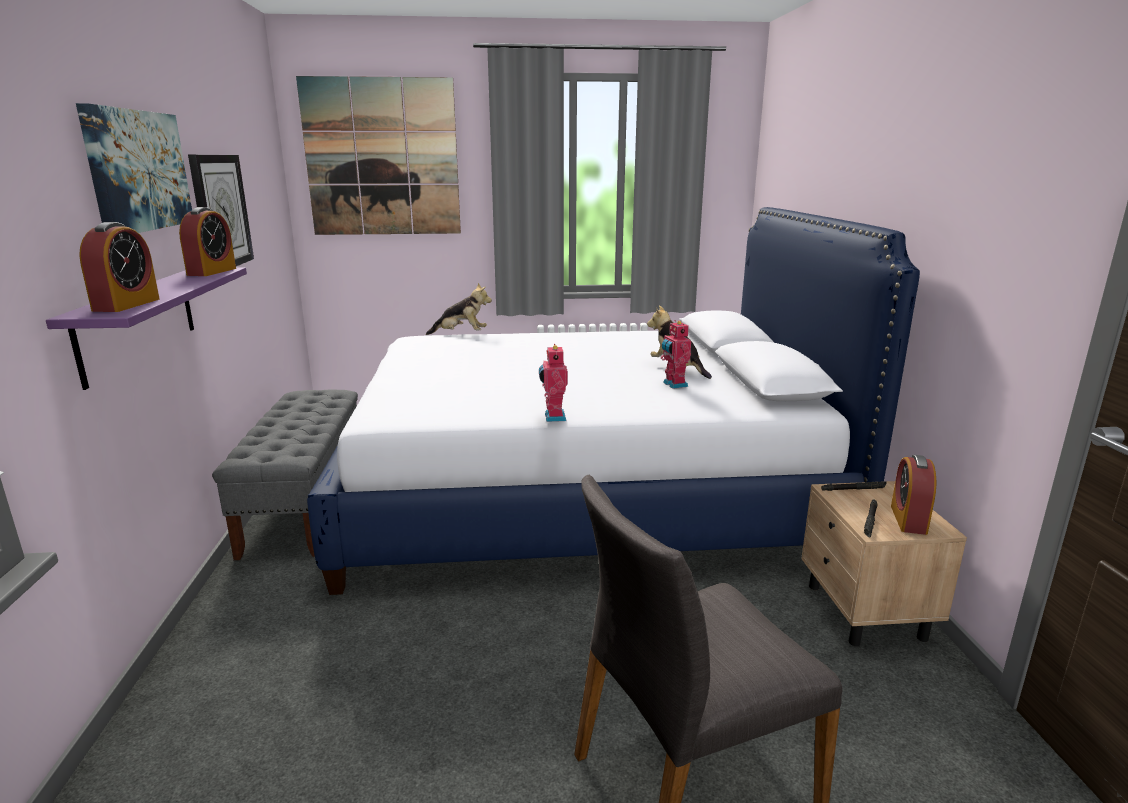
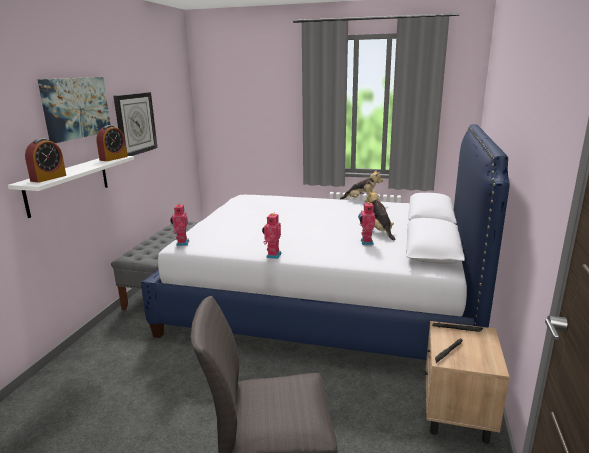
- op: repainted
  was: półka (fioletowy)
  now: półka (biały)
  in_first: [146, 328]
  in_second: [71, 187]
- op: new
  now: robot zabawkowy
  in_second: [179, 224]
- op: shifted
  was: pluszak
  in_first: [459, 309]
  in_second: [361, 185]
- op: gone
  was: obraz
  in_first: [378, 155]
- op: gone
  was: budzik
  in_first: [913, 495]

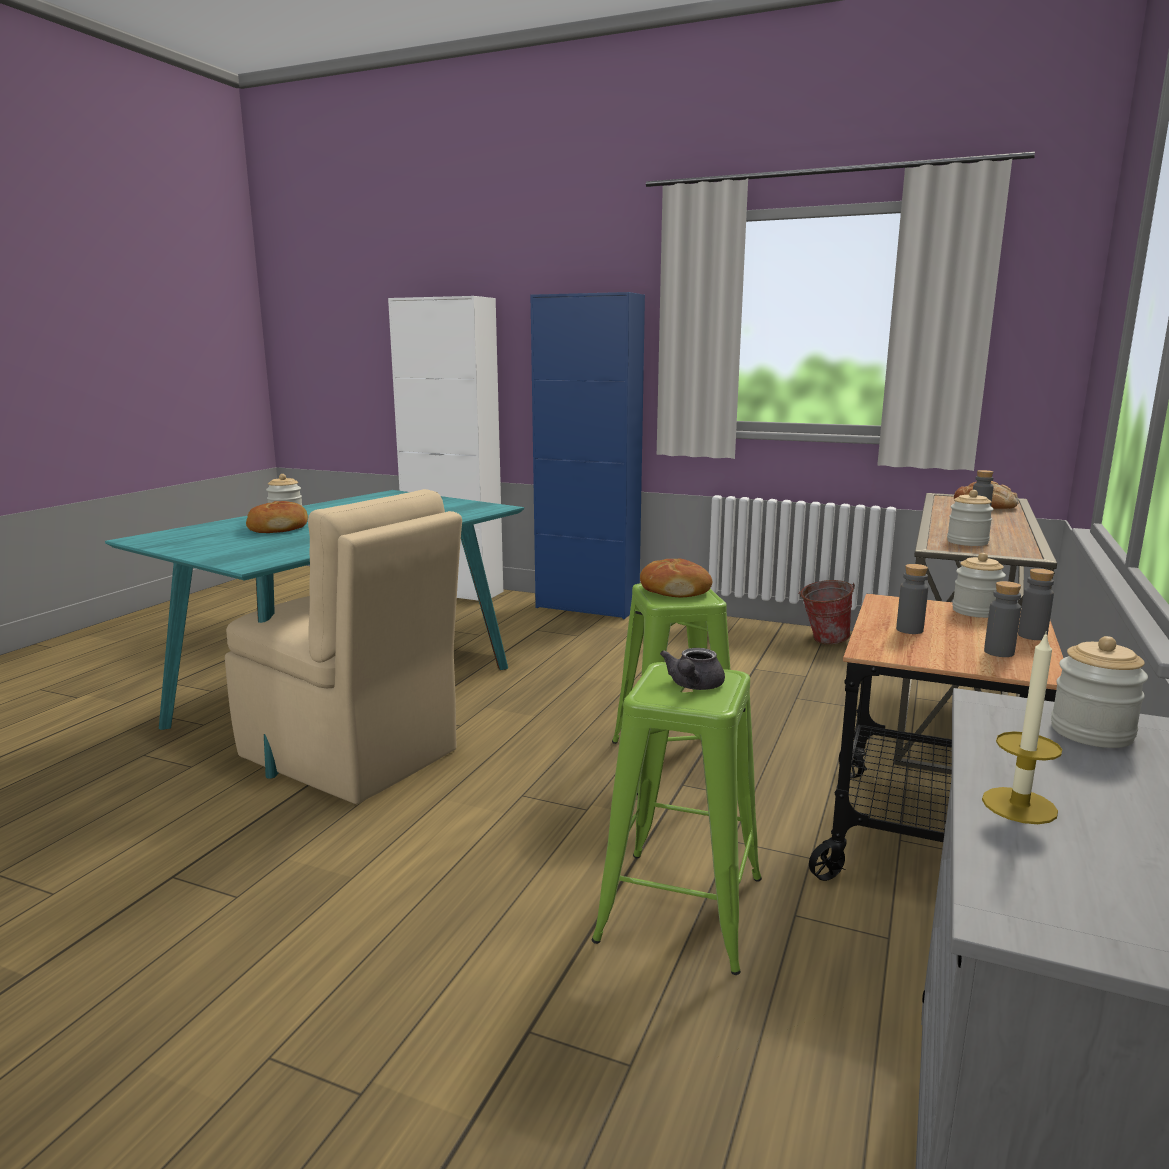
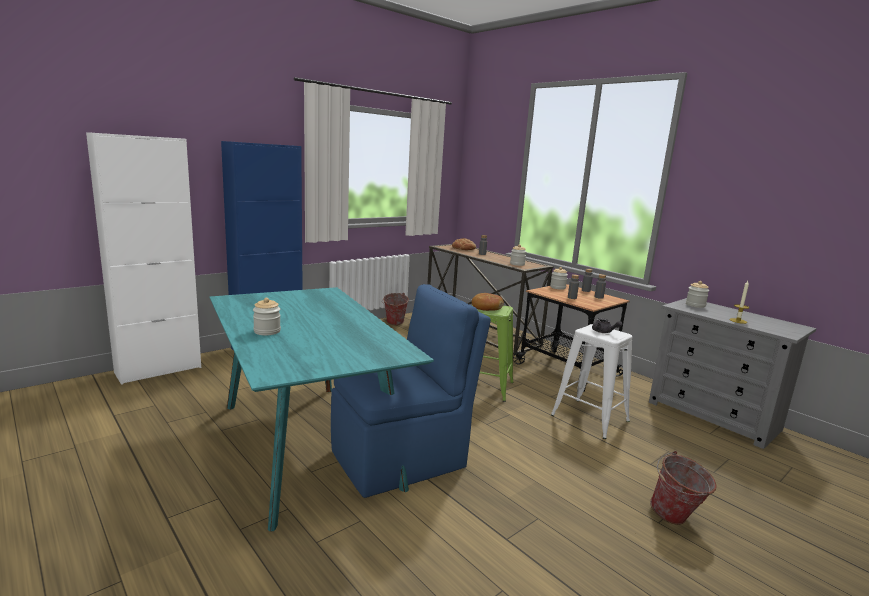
- op: repainted
  was: krzesło (beżowy)
  now: krzesło (niebieski)
  in_first: [343, 646]
  in_second: [411, 391]
- op: repainted
  was: stołek (zielony)
  now: stołek (biały)
  in_first: [677, 818]
  in_second: [591, 381]
- op: new
  now: wiadro
  in_second: [683, 488]
- op: gone
  was: chleb
  in_first: [277, 517]

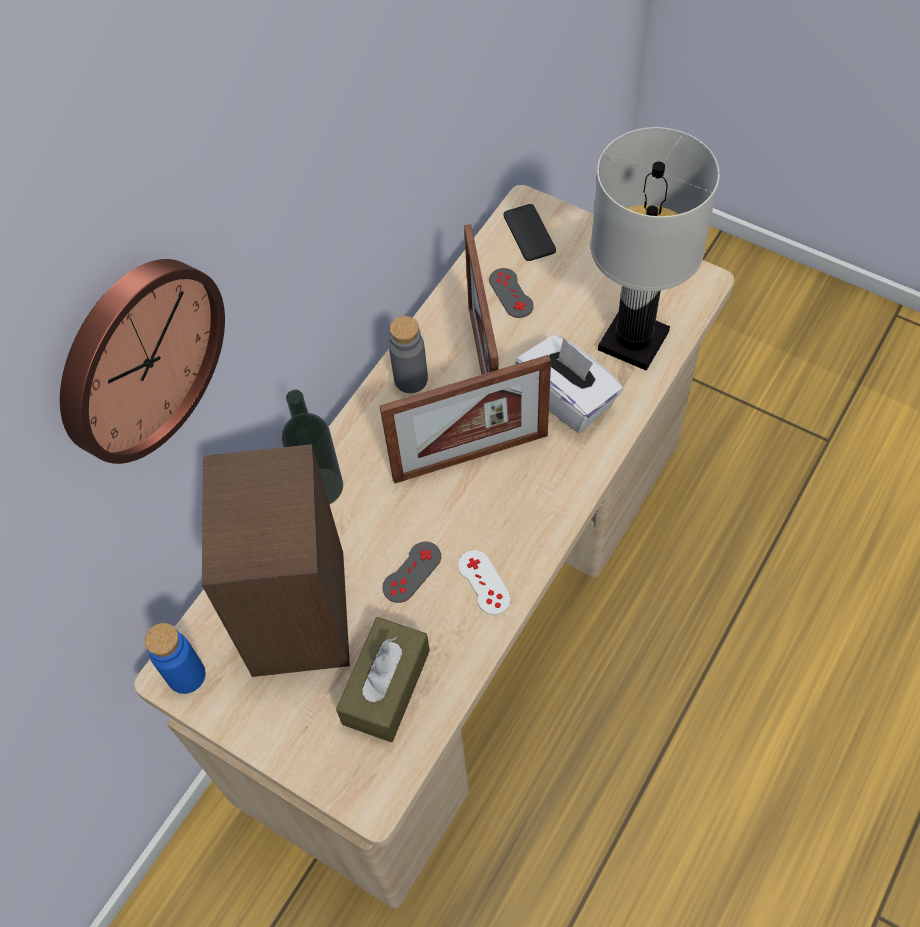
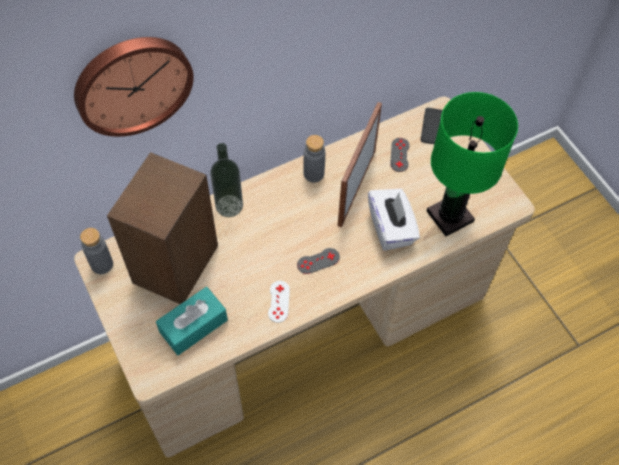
- op: repainted
  was: butelka (niebieski)
  now: butelka (szary)
  in_first: [175, 658]
  in_second: [96, 251]
- op: repainted
  was: pudełko chusteczek (brązowy)
  now: pudełko chusteczek (turkusowy)
  in_first: [383, 679]
  in_second: [192, 321]
- op: shifted
  was: pad do gier (szary)
  in_first: [411, 572]
  in_second: [318, 261]
- op: repainted
  was: lampa stołowa (biały)
  now: lampa stołowa (zielony)
  in_first: [655, 249]
  in_second: [472, 164]
- op: gone
  was: ramka na zdjęcie
  in_first: [465, 419]

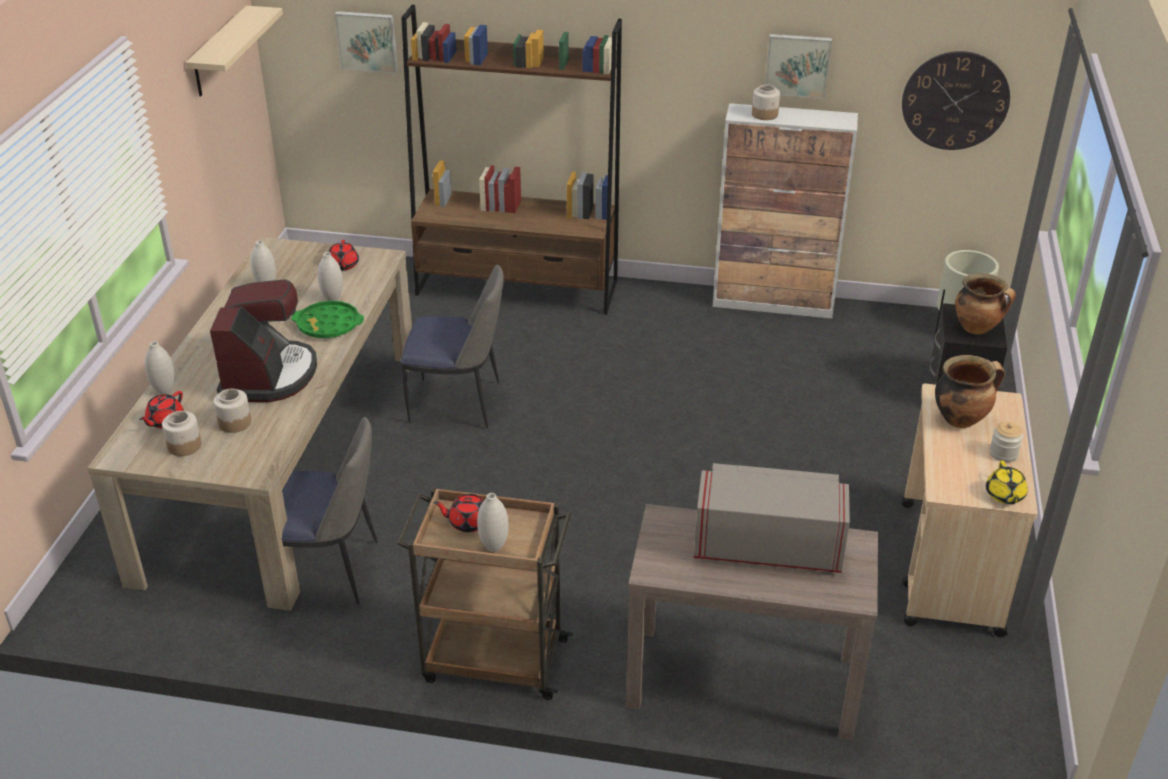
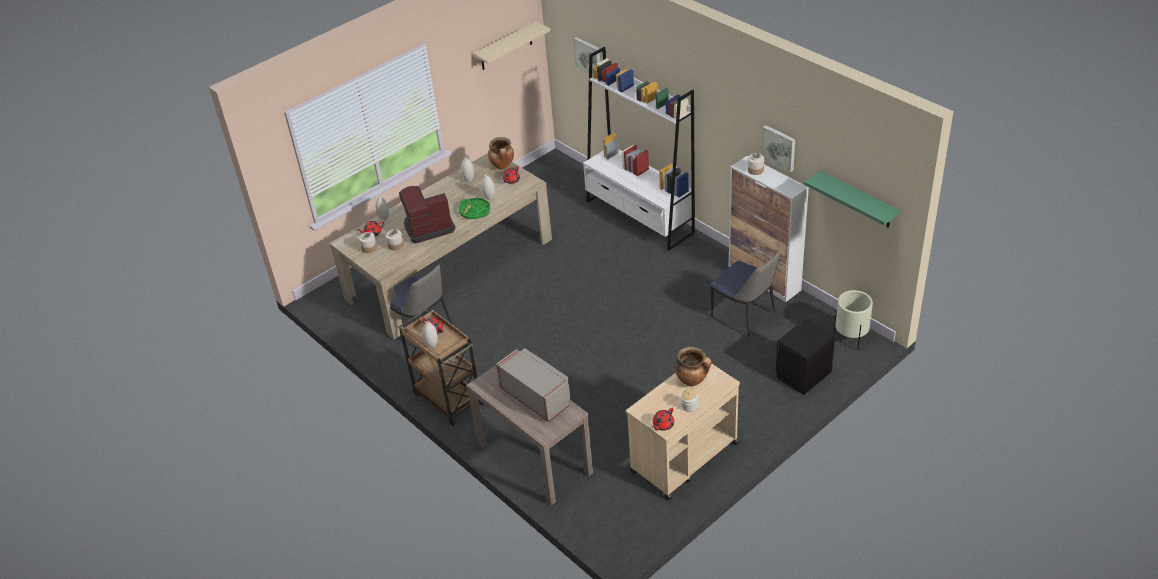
- op: rotated
  was: ekspres do kawy
  in_first: [263, 340]
  in_second: [427, 214]
  clockwise: -150
- op: shifted
  was: garnek
  in_first: [985, 303]
  in_second: [501, 153]
- op: repainted
  was: regał (brązowy)
  now: regał (biały)
  in_first: [511, 160]
  in_second: [639, 149]
- op: repainted
  was: imbryk (żółty)
  now: imbryk (czerwony)
  in_first: [1007, 482]
  in_second: [663, 419]
- op: shifted
  was: krzesło
  in_first: [452, 347]
  in_second: [745, 293]
- op: swapped
  was: zegar ścienny
  now: półka (zielony)
  in_first: [956, 100]
  in_second: [852, 199]

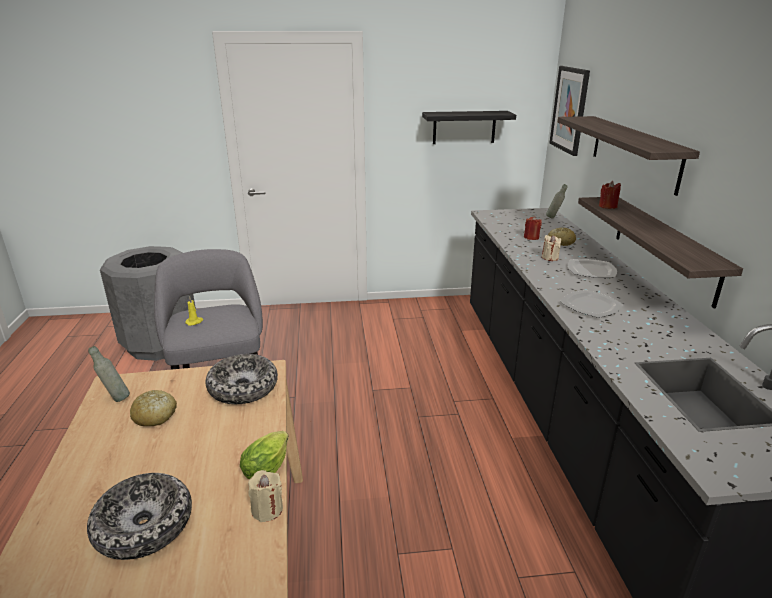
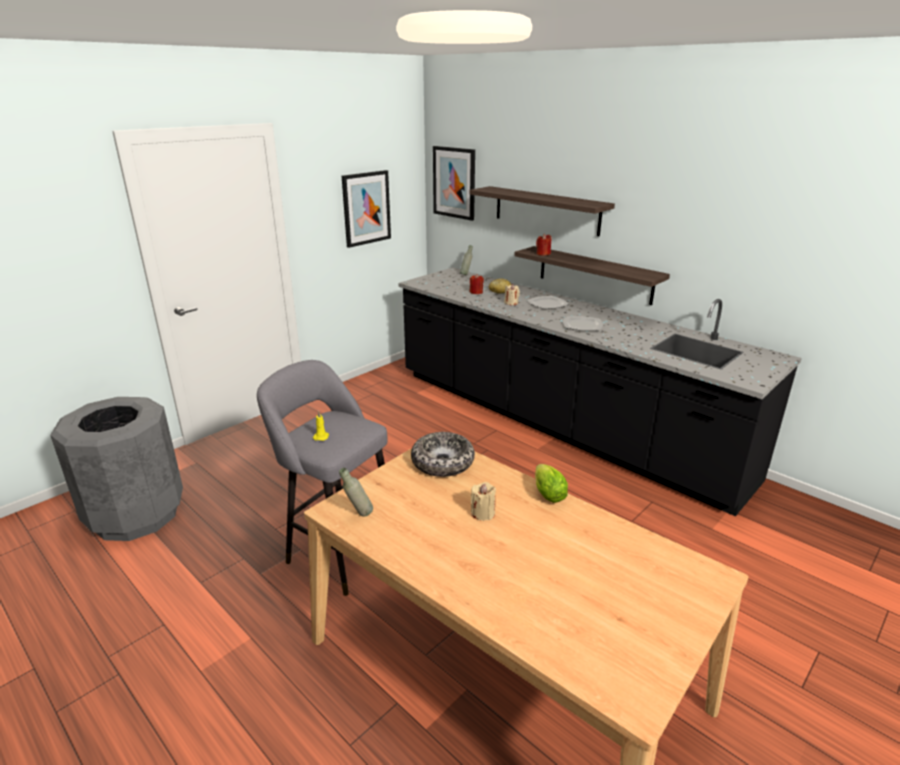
- op: swapped
  was: półka (czarny)
  now: obraz
  in_first: [469, 127]
  in_second: [366, 209]
- op: shifted
  was: świeca (beżowy)
  in_first: [265, 496]
  in_second: [483, 501]
- op: gone
  was: miska
  in_first: [139, 516]
- op: gone
  was: chleb
  in_first: [153, 408]

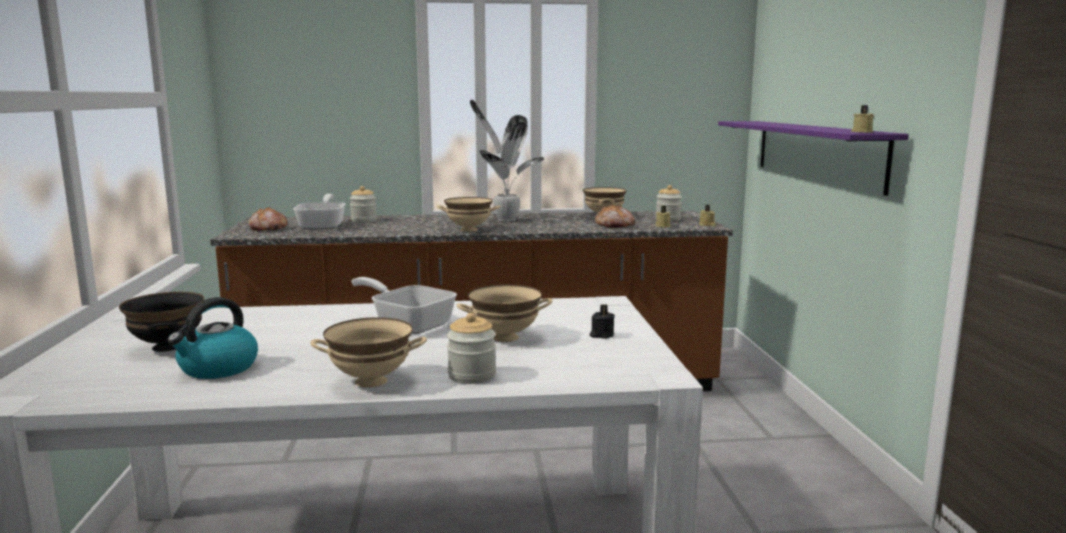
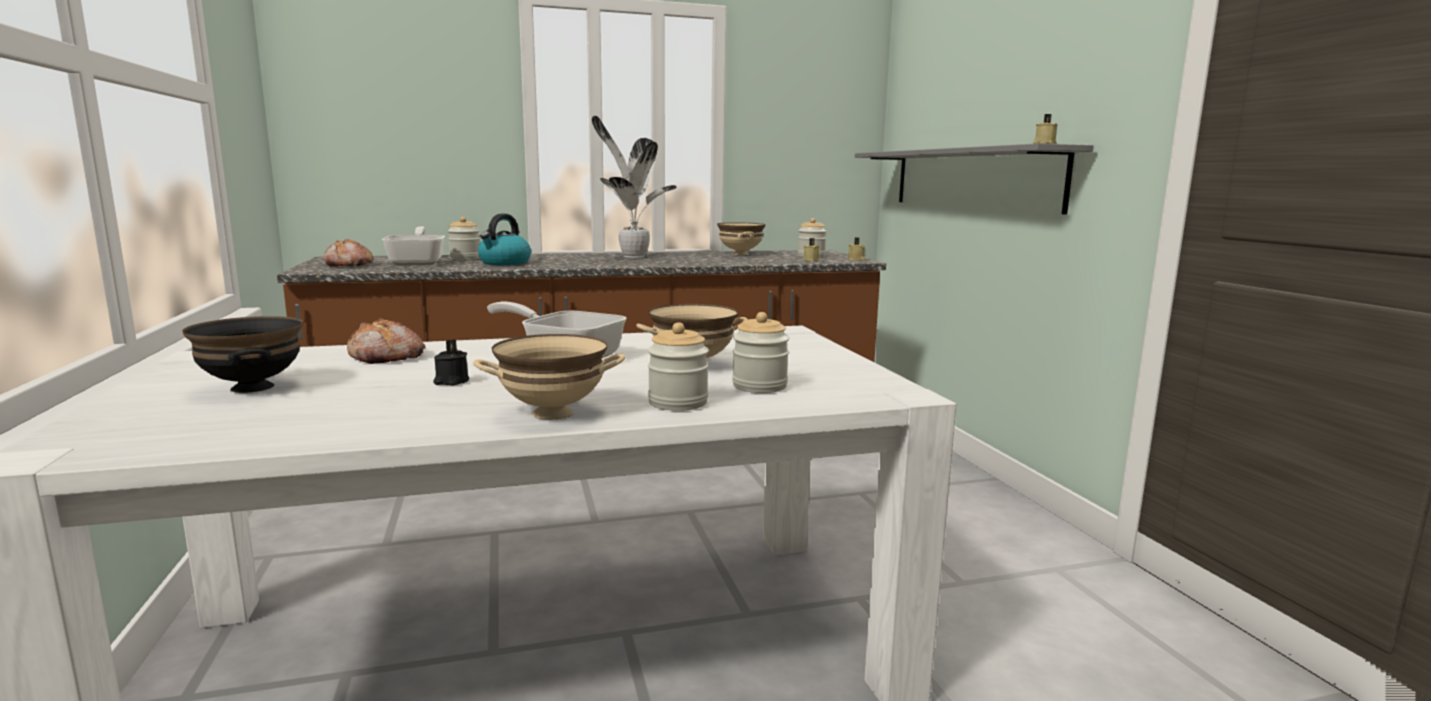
- op: shifted
  was: chleb
  in_first: [615, 216]
  in_second: [386, 341]
- op: shifted
  was: świeca (czarny)
  in_first: [602, 321]
  in_second: [451, 362]
- op: shifted
  was: czajnik
  in_first: [213, 338]
  in_second: [504, 239]
- op: new
  now: słoik
  in_second: [760, 352]
- op: repainted
  was: półka (fioletowy)
  now: półka (szary)
  in_first: [813, 158]
  in_second: [974, 178]
- op: gone
  was: miska (beżowy)
  in_first: [469, 214]

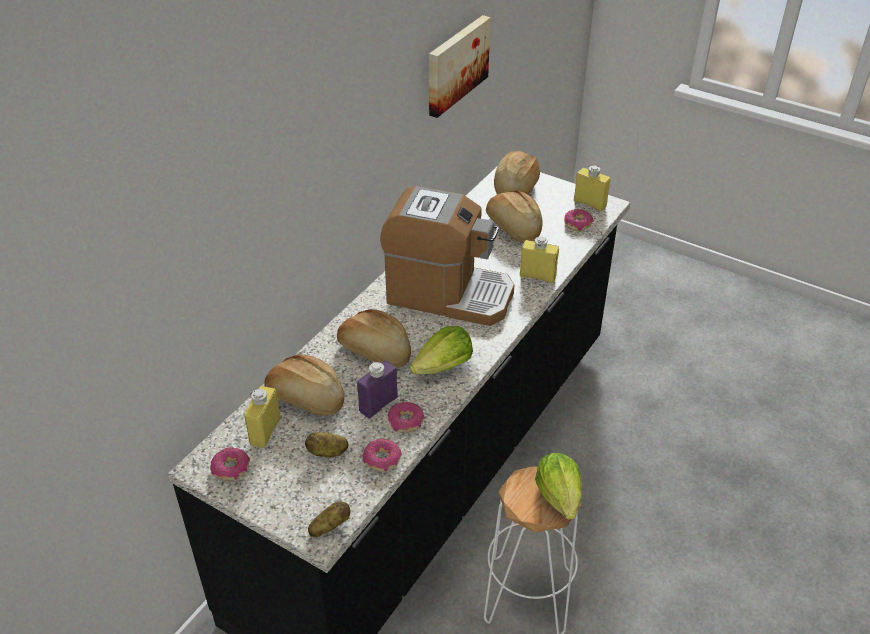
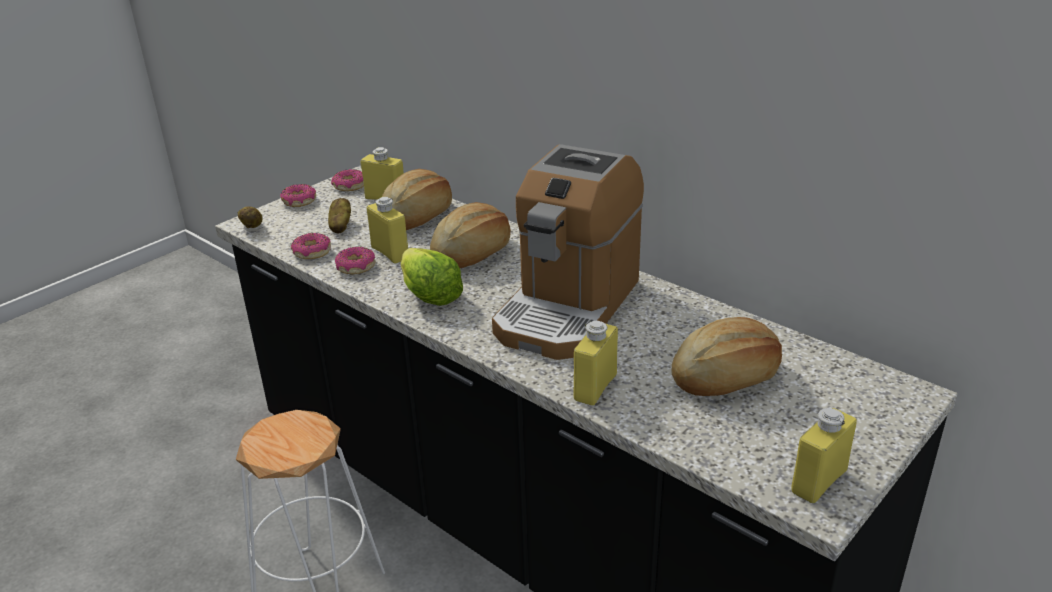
- op: shifted
  was: donut
  in_first: [579, 220]
  in_second: [298, 195]
- op: repainted
  was: butelka (fioletowy)
  now: butelka (żółty)
  in_first: [377, 390]
  in_second: [387, 230]
- op: gone
  was: obraz
  in_first: [460, 66]
- op: gone
  was: chleb
  in_first: [517, 172]
- op: gone
  was: sałata
  in_first: [558, 486]

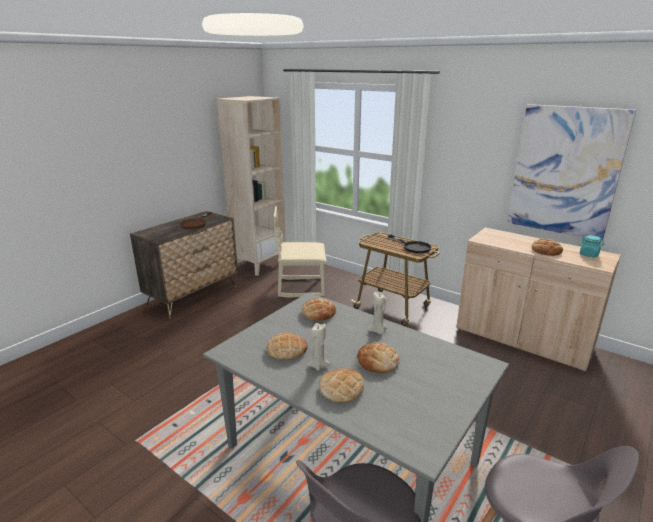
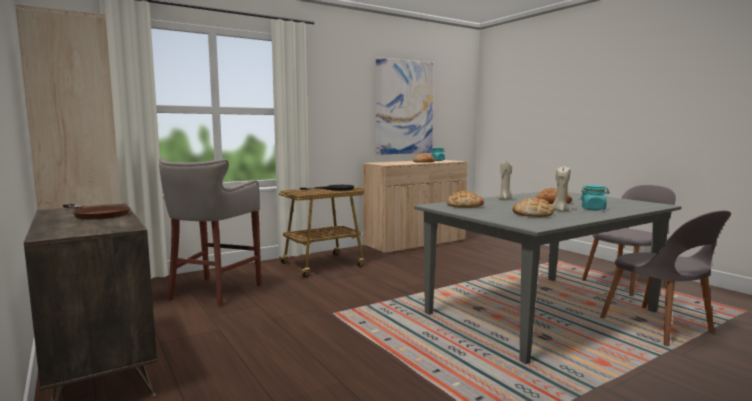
- op: swapped
  was: krzesło (beżowy)
  now: stołek (szary)
  in_first: [299, 252]
  in_second: [210, 232]
- op: swapped
  was: chleb
  now: słoik (turkusowy)
  in_first: [341, 386]
  in_second: [595, 197]

